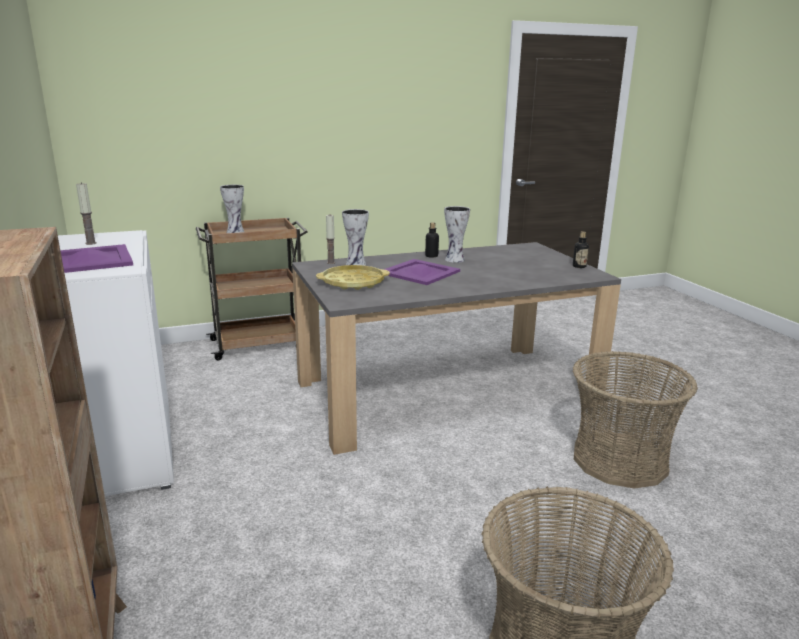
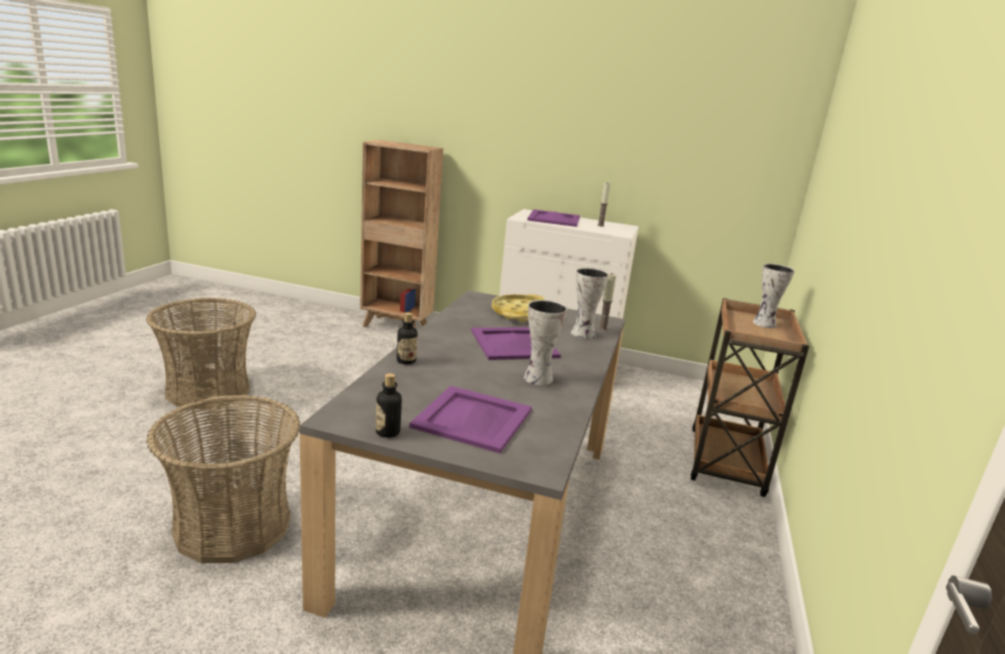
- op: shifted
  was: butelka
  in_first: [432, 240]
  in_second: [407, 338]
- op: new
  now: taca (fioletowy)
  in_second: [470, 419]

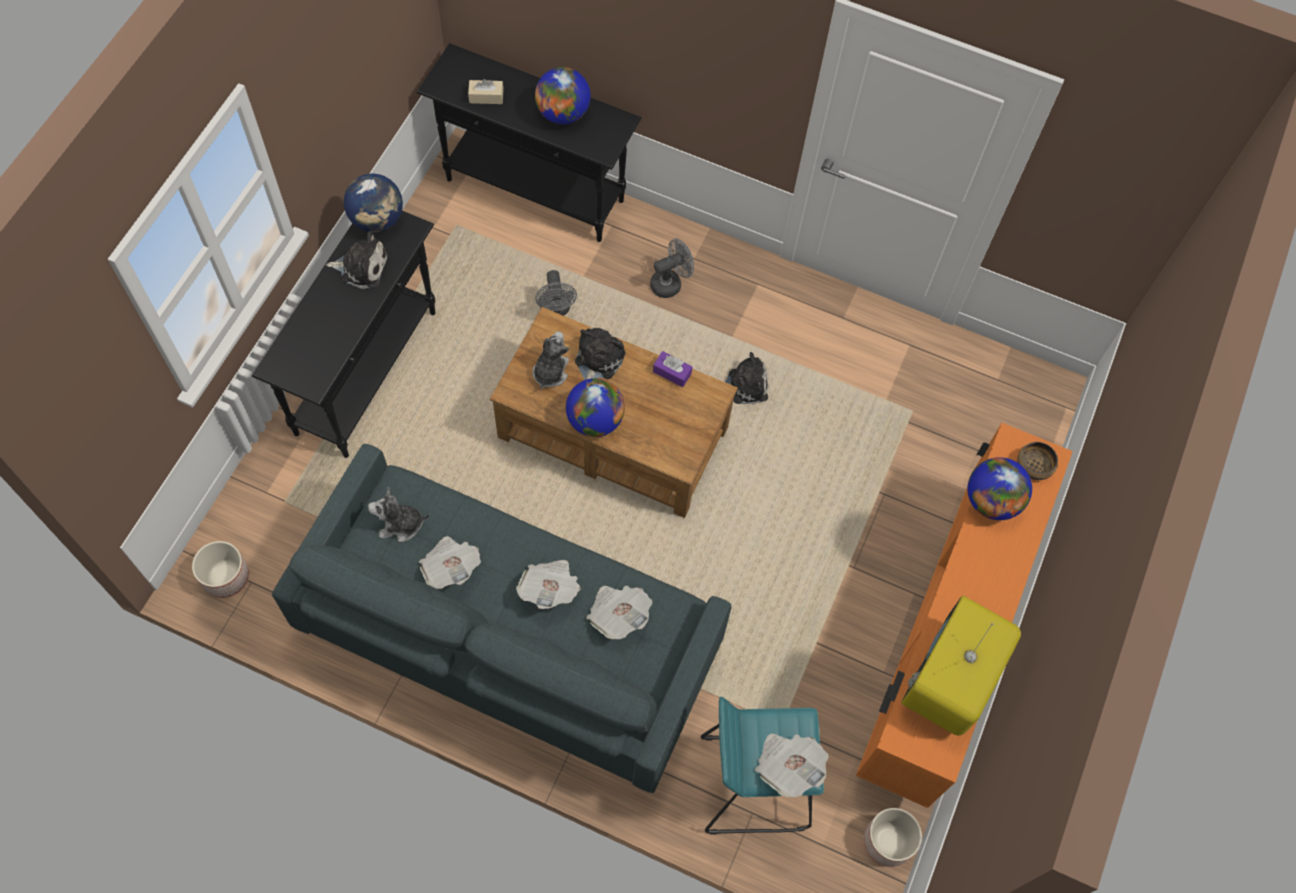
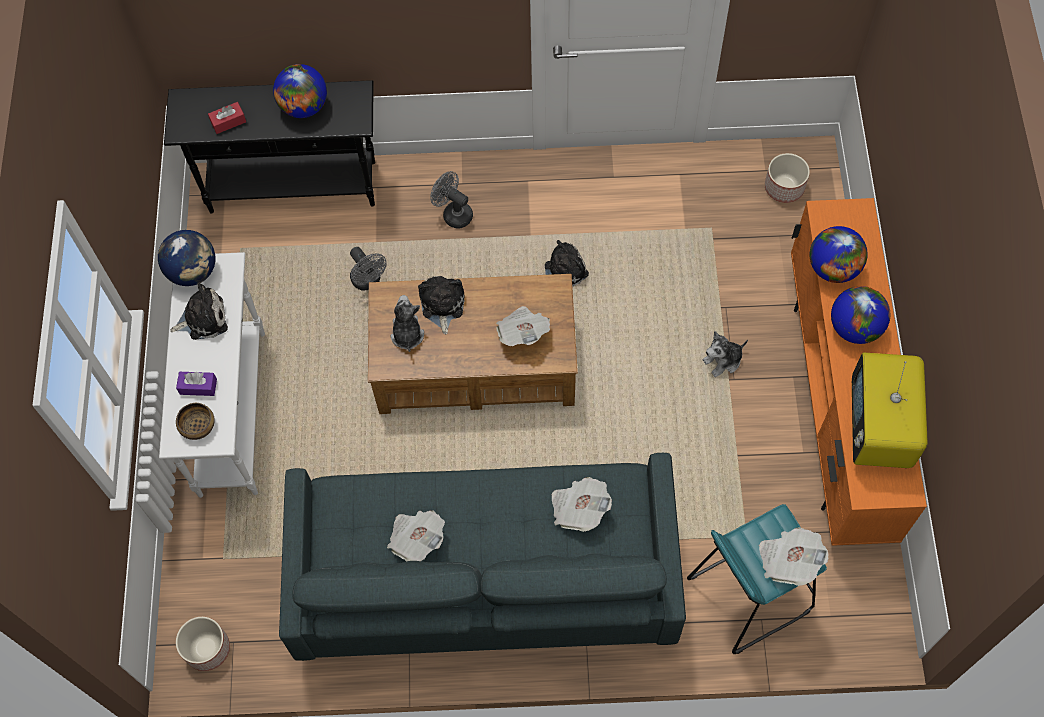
- op: repainted
  was: stolik konsolowy (czarny)
  now: stolik konsolowy (biały)
  in_first: [343, 334]
  in_second: [212, 375]
- op: shifted
  was: pudełko chusteczek (fioletowy)
  in_first: [672, 369]
  in_second: [196, 384]
- op: shifted
  was: miska
  in_first: [1037, 461]
  in_second: [195, 421]
- op: repainted
  was: pudełko chusteczek (beżowy)
  now: pudełko chusteczek (czerwony)
  in_first: [485, 91]
  in_second: [227, 118]
- op: rotated
  was: wentylator (szary)
  in_first: [672, 268]
  in_second: [451, 200]
  clockwise: -90
- op: shifted
  was: gazeta
  in_first: [548, 584]
  in_second: [523, 326]
- op: shifted
  was: pluszak
  in_first: [399, 514]
  in_second: [725, 354]
- op: shifted
  was: donica
  in_first: [893, 837]
  in_second: [787, 178]
- op: shifted
  was: globus
  in_first: [595, 407]
  in_second: [860, 315]

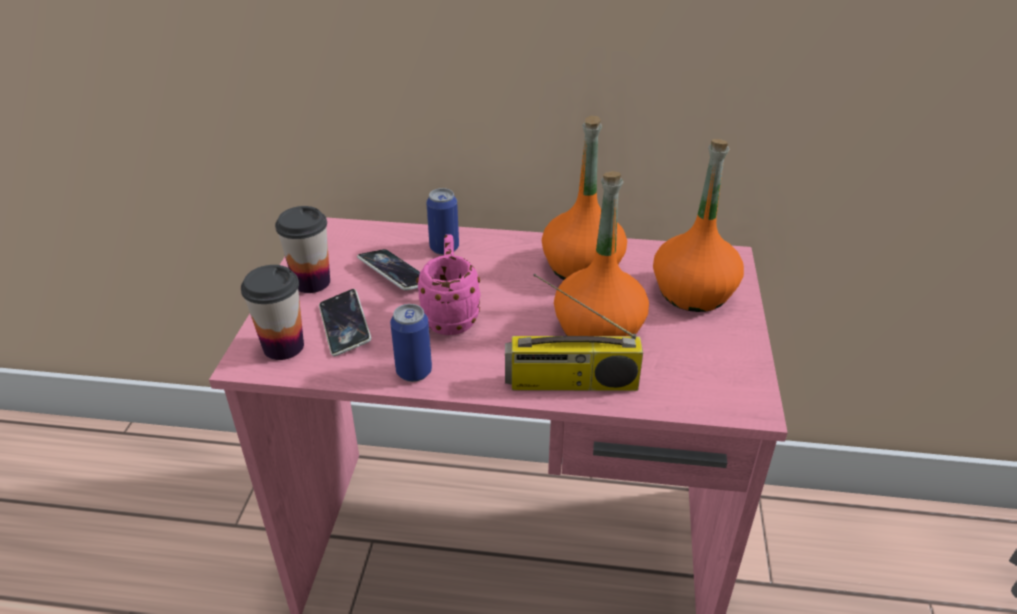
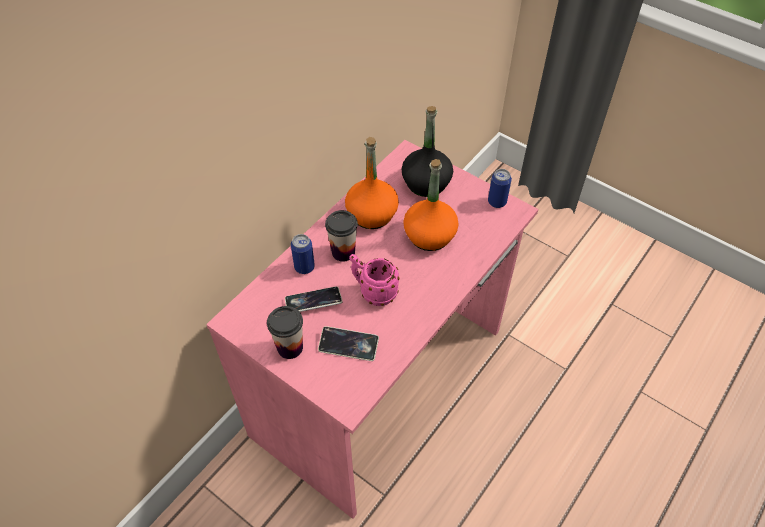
- op: shifted
  was: filiżanka
  in_first: [272, 312]
  in_second: [341, 236]
- op: repainted
  was: butelka (pomarańczowy)
  now: butelka (czarny)
  in_first: [698, 225]
  in_second: [427, 151]
- op: shifted
  was: puszka
  in_first: [411, 343]
  in_second: [500, 188]
- op: gone
  was: radio
  in_first: [574, 332]

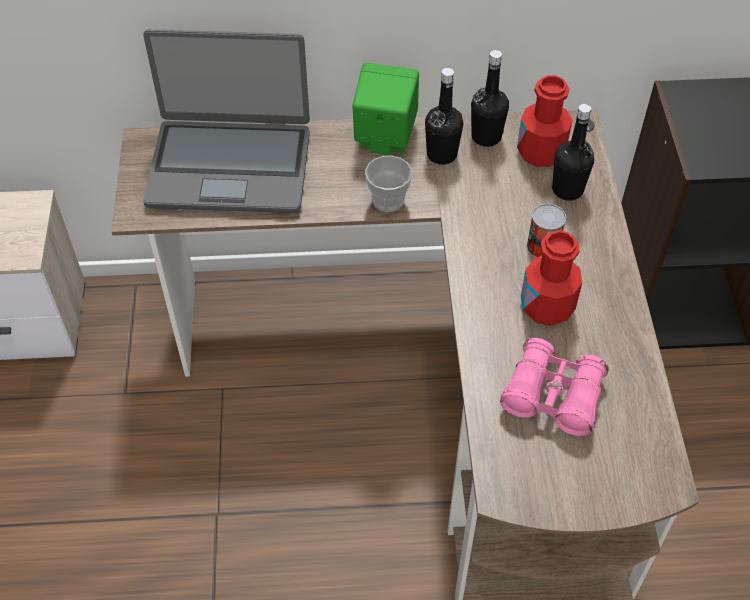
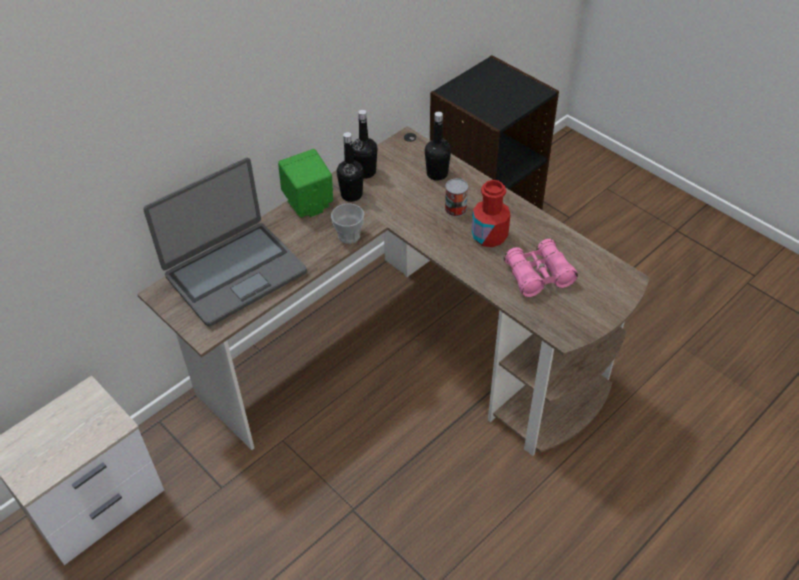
- op: gone
  was: butelka (czerwony)
  in_first: [544, 121]

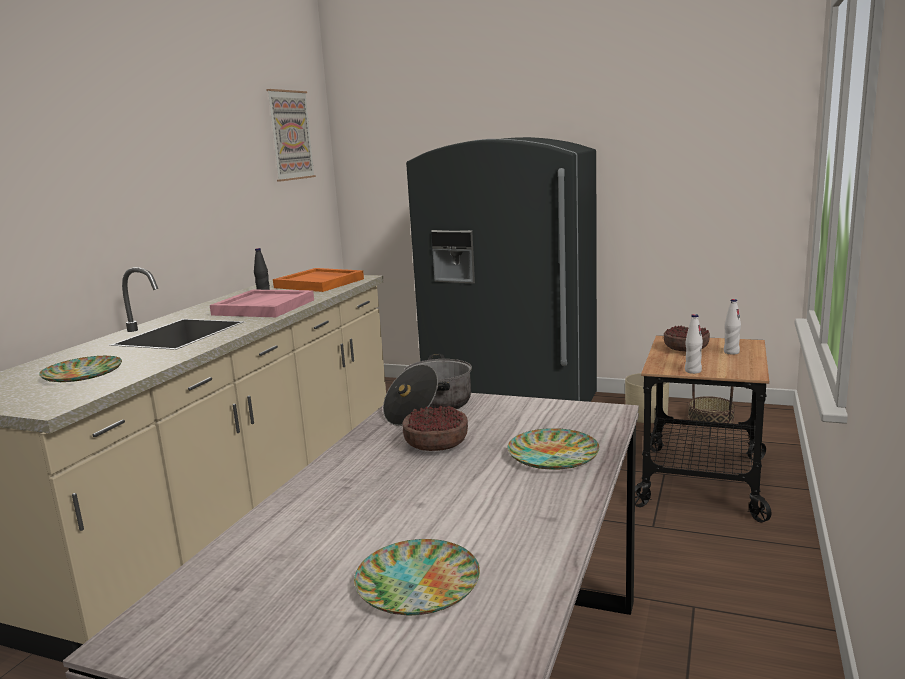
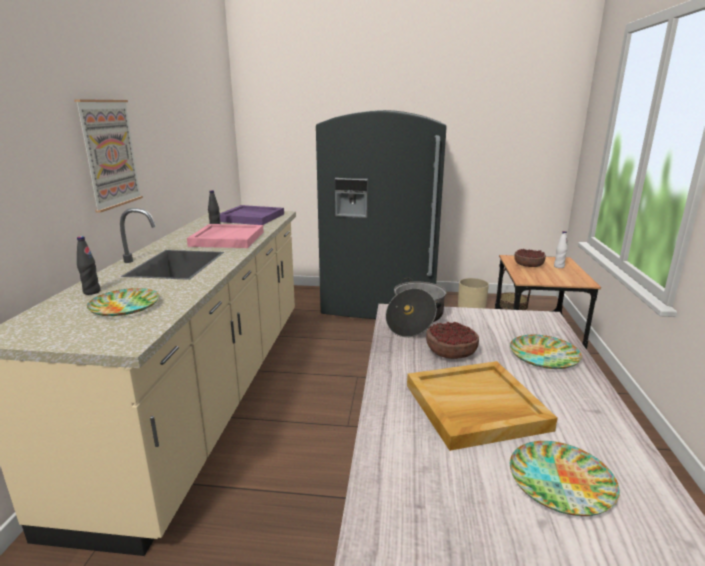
- op: shifted
  was: obraz
  in_first: [291, 135]
  in_second: [108, 156]
- op: new
  now: butelka (czarny)
  in_second: [89, 265]
- op: repainted
  was: taca (pomarańczowy)
  now: taca (fioletowy)
  in_first: [318, 280]
  in_second: [252, 215]
- op: new
  now: taca (beżowy)
  in_second: [482, 406]
- op: gone
  was: butelka (biały)
  in_first: [694, 344]

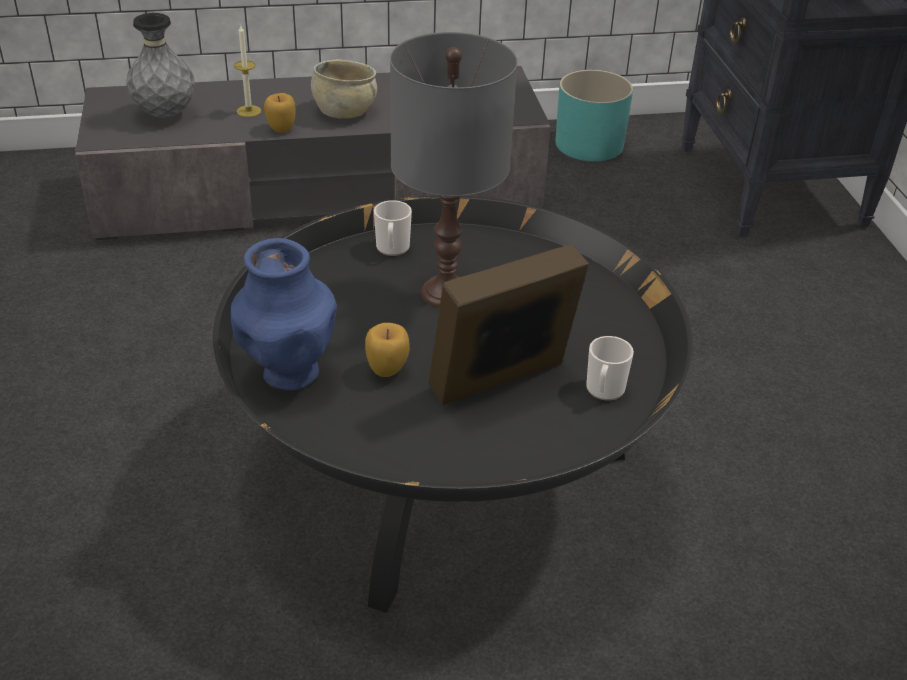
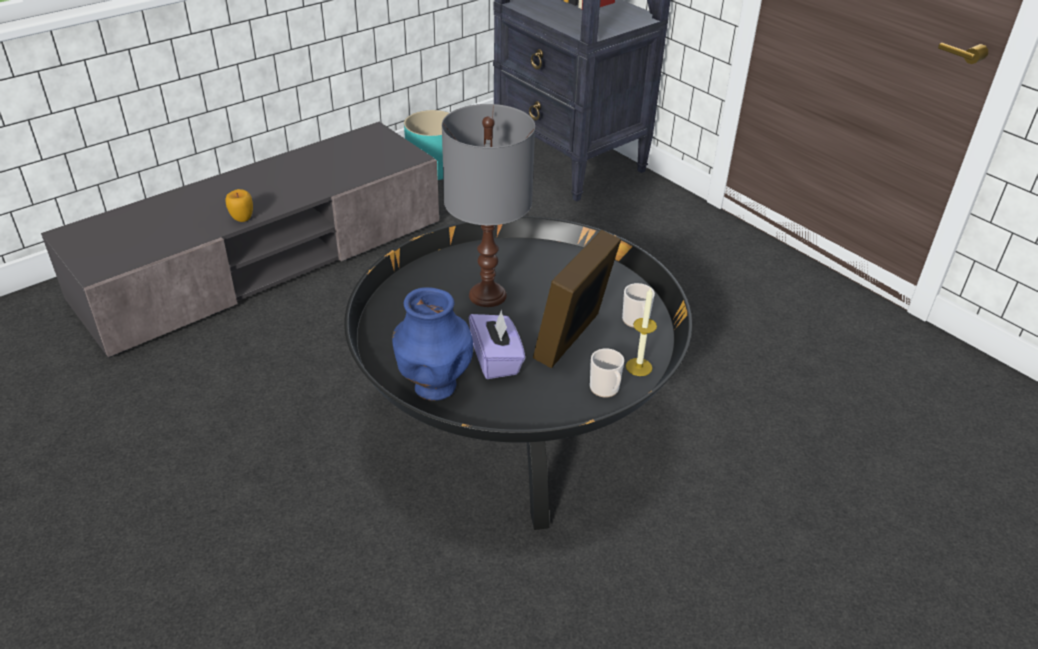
- op: swapped
  was: jabłko
  now: pudełko chusteczek (fioletowy)
  in_first: [387, 350]
  in_second: [497, 344]
- op: shifted
  was: kubek
  in_first: [393, 228]
  in_second: [607, 373]
- op: shifted
  was: świeca
  in_first: [247, 71]
  in_second: [641, 331]
- op: gone
  was: wazon (szary)
  in_first: [160, 65]
- op: gone
  was: miska (beżowy)
  in_first: [344, 89]

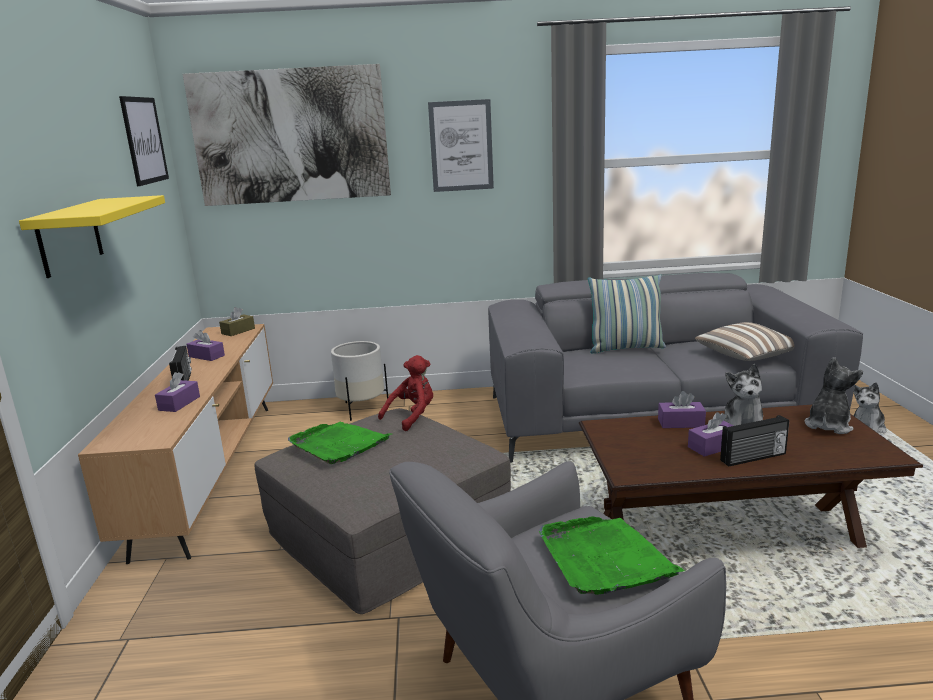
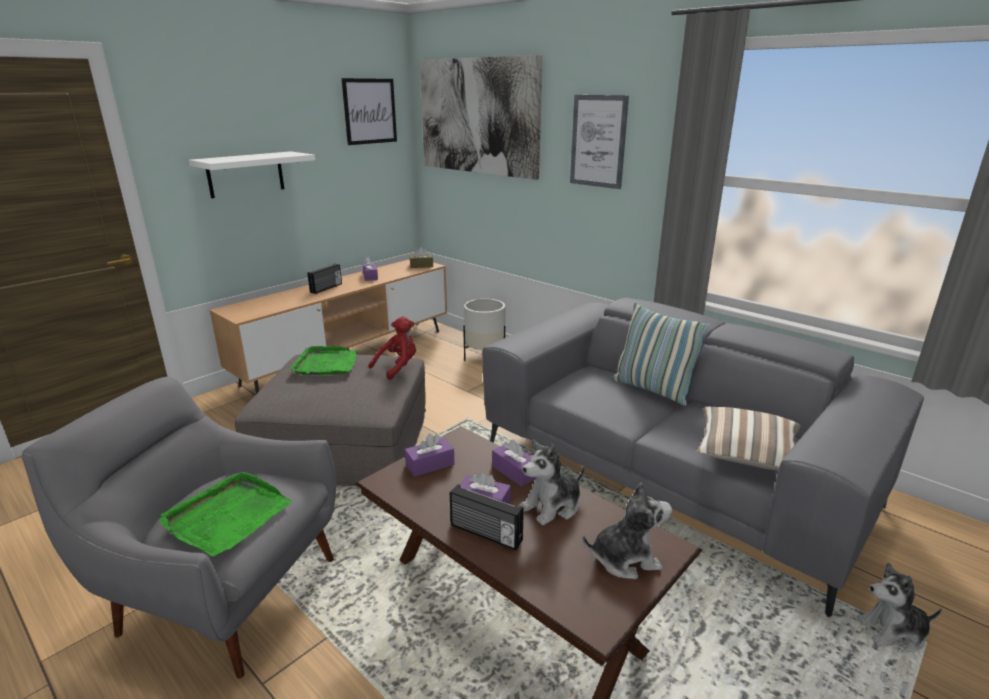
- op: repainted
  was: półka (żółty)
  now: półka (biały)
  in_first: [92, 236]
  in_second: [252, 174]
- op: rotated
  was: pluszak (czerwony)
  in_first: [405, 393]
  in_second: [392, 348]
  clockwise: -45
- op: shifted
  was: pudełko chusteczek (fioletowy)
  in_first: [177, 392]
  in_second: [430, 455]

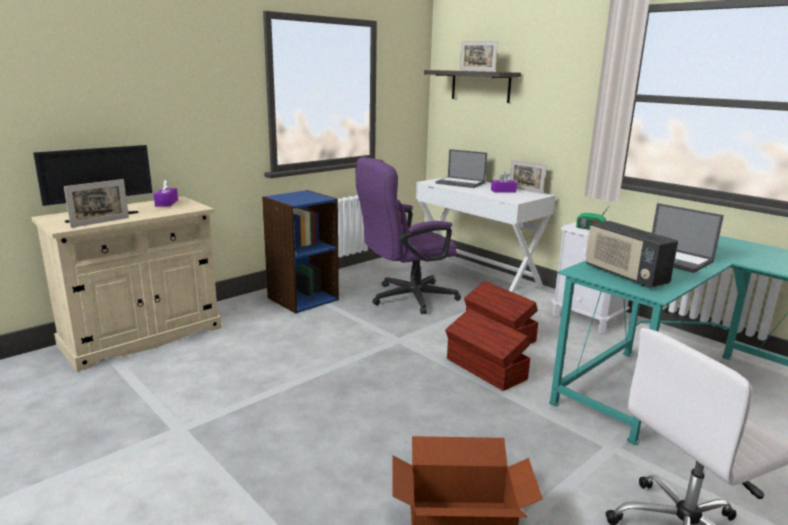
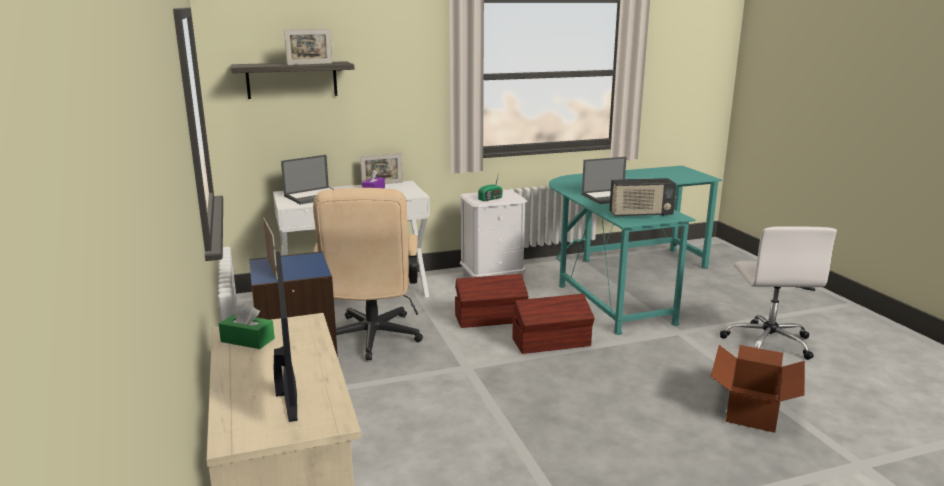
- op: repainted
  was: pudełko chusteczek (fioletowy)
  now: pudełko chusteczek (zielony)
  in_first: [166, 192]
  in_second: [247, 326]
- op: shifted
  was: ramka na zdjęcie
  in_first: [96, 203]
  in_second: [270, 248]
- op: repainted
  was: krzesło biurowe (fioletowy)
  now: krzesło biurowe (beżowy)
  in_first: [408, 235]
  in_second: [368, 274]

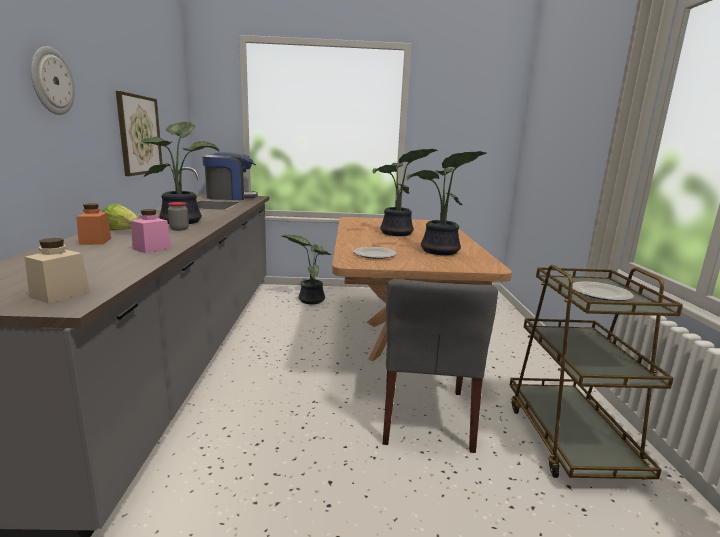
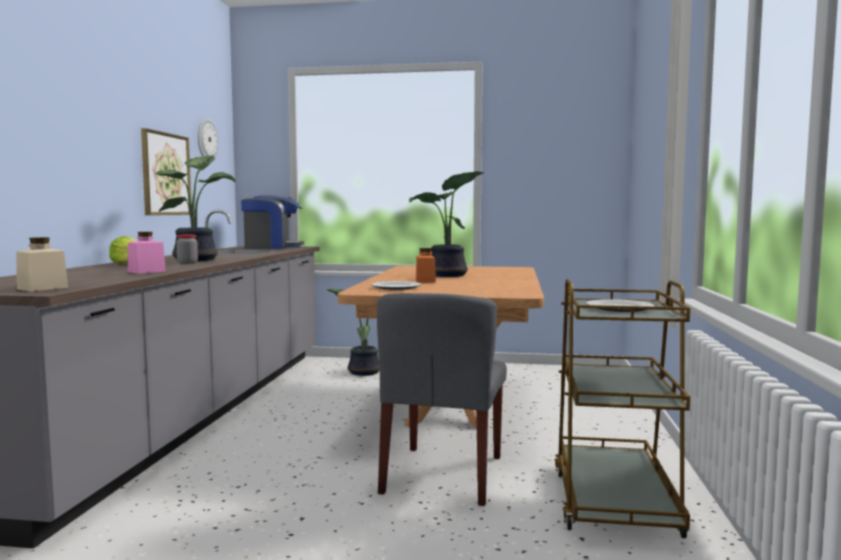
- op: shifted
  was: zegar ścienny
  in_first: [53, 80]
  in_second: [208, 137]
- op: shifted
  was: słoik (pomarańczowy)
  in_first: [93, 224]
  in_second: [426, 265]
- op: gone
  was: roślina doniczkowa
  in_first: [446, 203]

